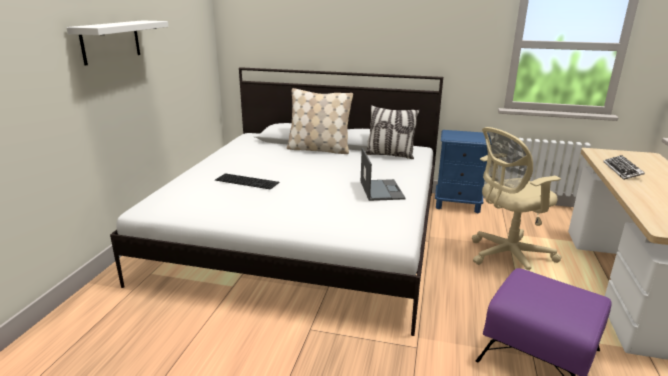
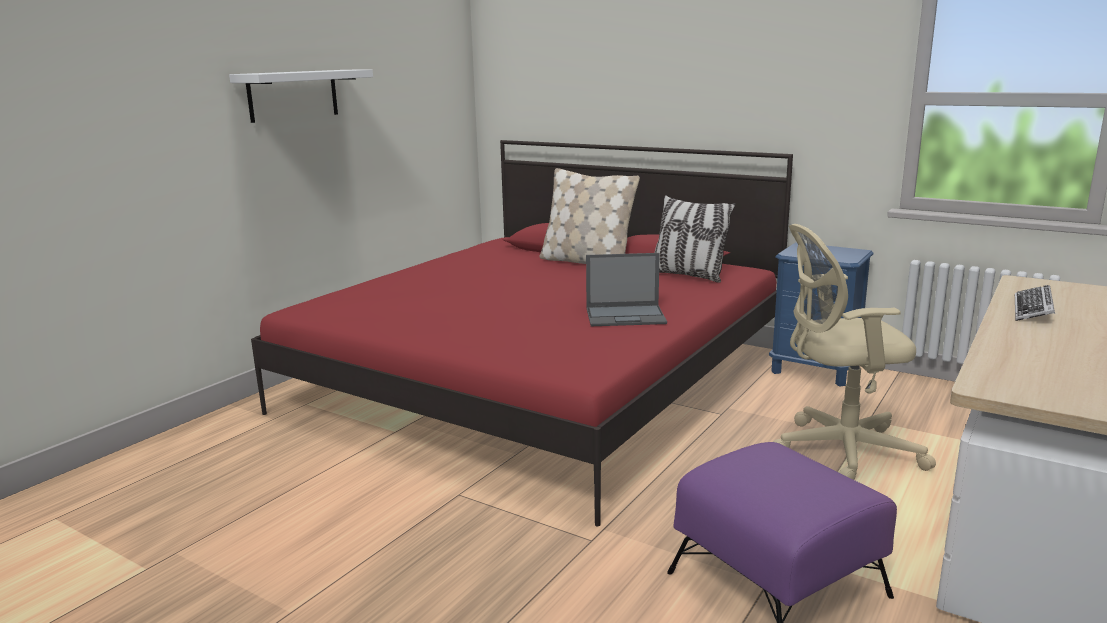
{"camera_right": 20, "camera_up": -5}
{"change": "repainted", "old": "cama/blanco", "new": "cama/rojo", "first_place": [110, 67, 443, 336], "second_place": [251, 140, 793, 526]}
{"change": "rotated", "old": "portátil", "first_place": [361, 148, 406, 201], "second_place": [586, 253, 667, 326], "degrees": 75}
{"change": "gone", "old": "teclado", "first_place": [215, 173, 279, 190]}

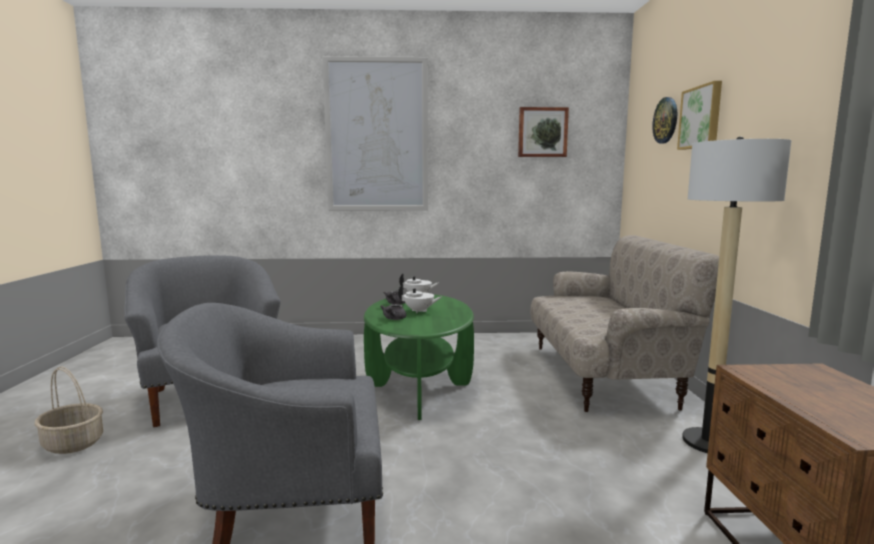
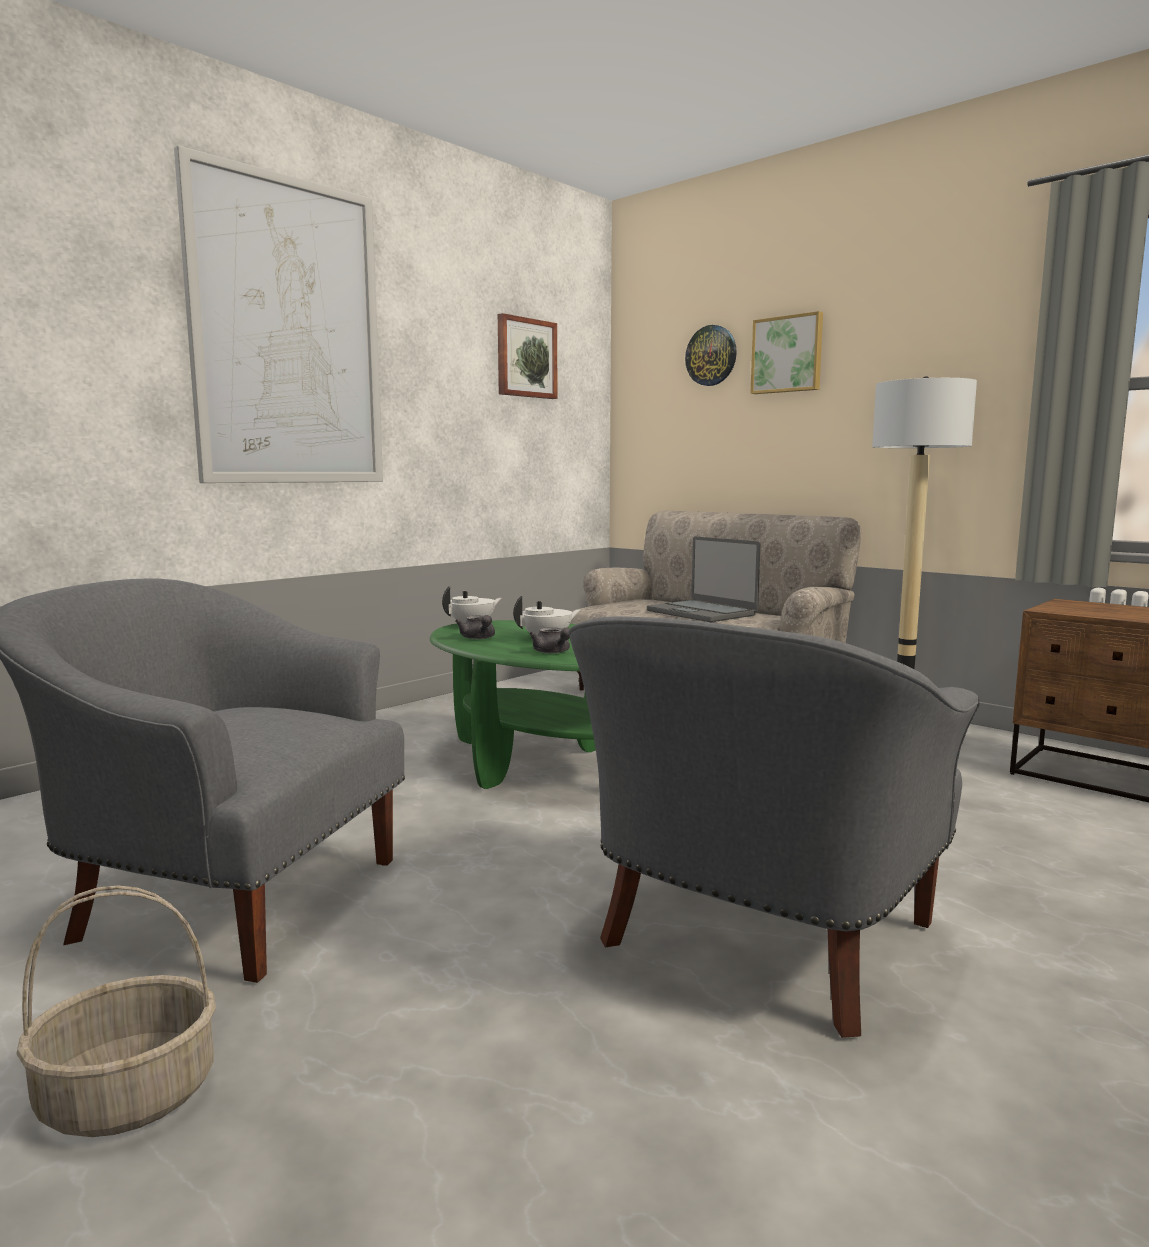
{"camera_right": -45, "camera_up": 0}
{"change": "new", "new": "portátil", "second_place": [647, 536, 760, 622]}

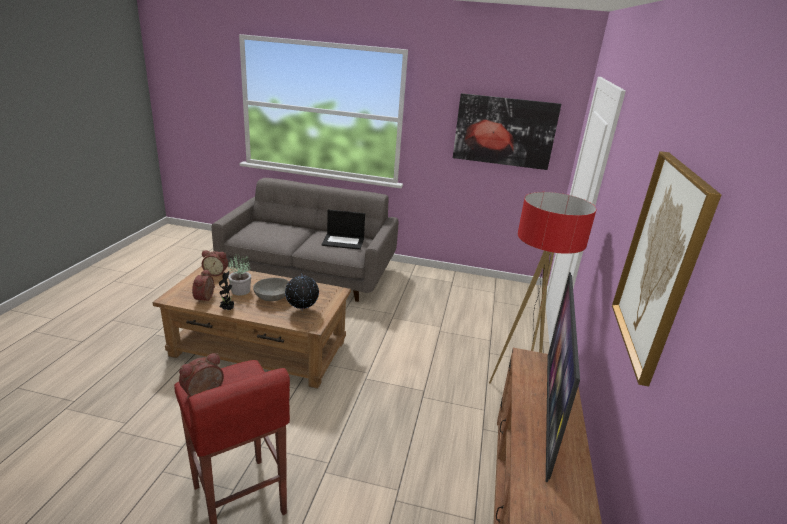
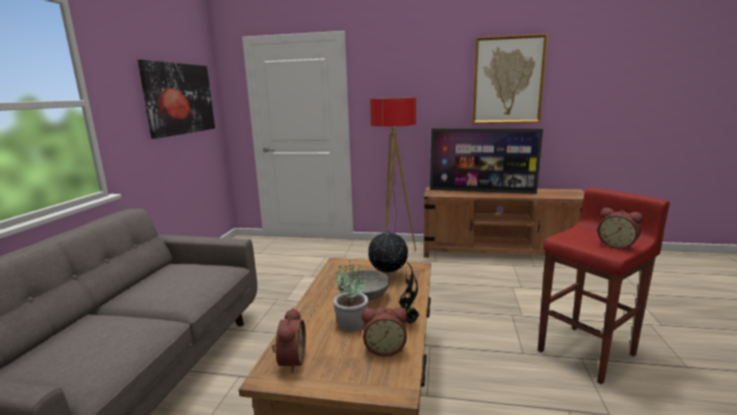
{"camera_right": -90, "camera_up": -10}
{"change": "gone", "old": "portátil", "first_place": [321, 210, 365, 250]}

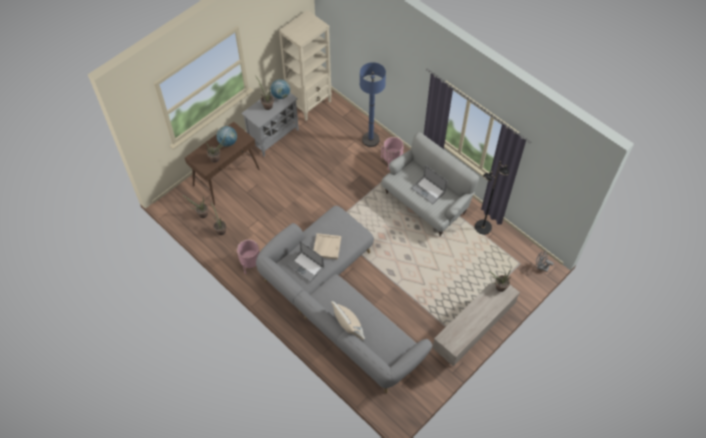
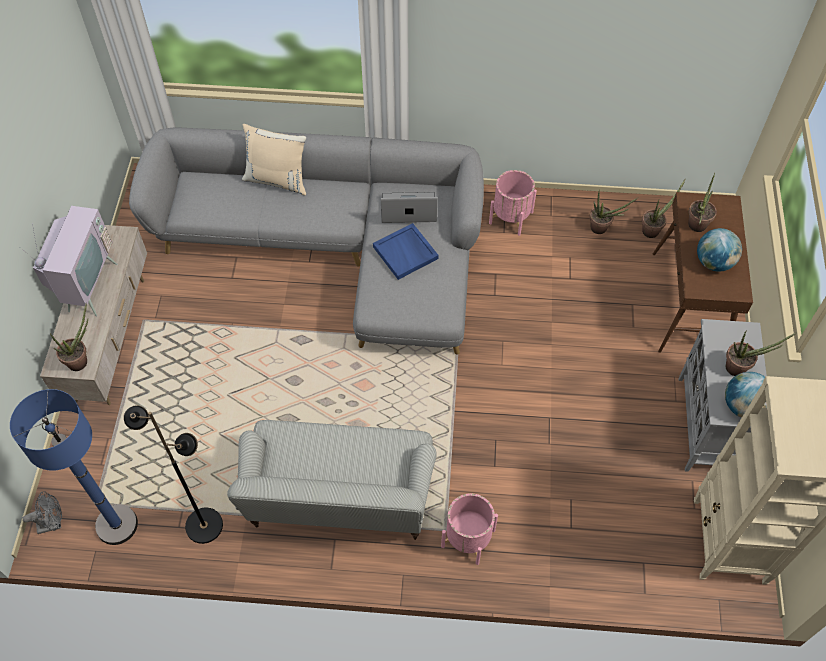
{"camera_right": 140, "camera_up": 0}
{"change": "shifted", "old": "lámpara de pie/azul", "first_place": [360, 62, 386, 147], "second_place": [10, 389, 138, 545]}
{"change": "new", "new": "televisor", "second_place": [20, 206, 117, 316]}
{"change": "repainted", "old": "bandeja/beis", "new": "bandeja/azul", "first_place": [314, 233, 341, 260], "second_place": [373, 223, 438, 280]}
{"change": "gone", "old": "portátil", "first_place": [411, 165, 448, 204]}

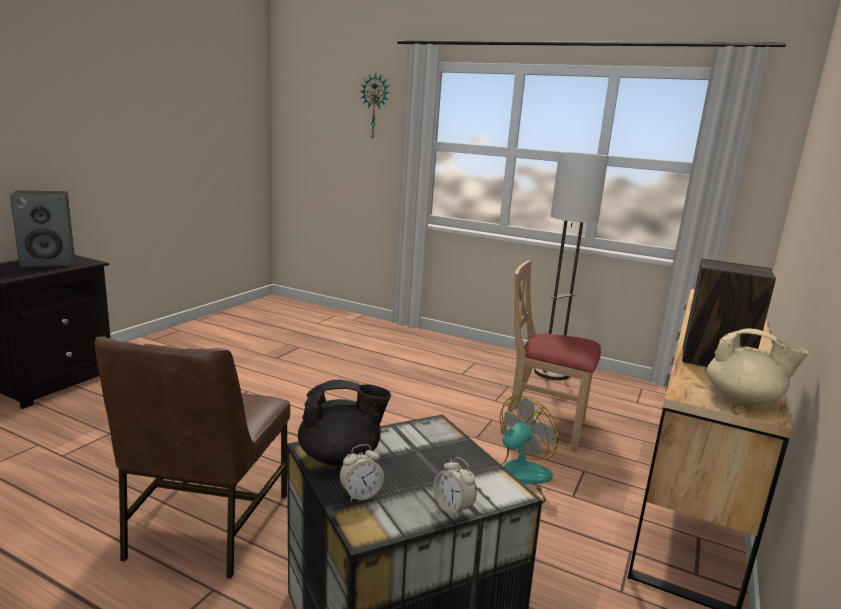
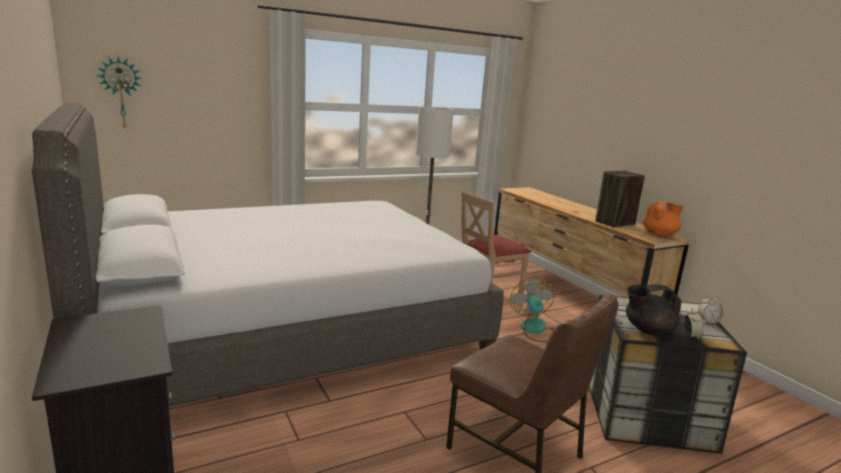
{"camera_right": -55, "camera_up": 0}
{"change": "new", "new": "cama/gris", "second_place": [32, 102, 504, 407]}
{"change": "shifted", "old": "reloj de pared", "first_place": [360, 73, 390, 140], "second_place": [98, 56, 142, 129]}
{"change": "rotated", "old": "tetera/negro", "first_place": [298, 379, 391, 466], "second_place": [626, 284, 682, 335], "degrees": -120}
{"change": "repainted", "old": "tetera/beis", "new": "tetera/naranja", "first_place": [707, 328, 809, 405], "second_place": [643, 201, 683, 237]}
{"change": "gone", "old": "altavoz", "first_place": [10, 190, 75, 268]}

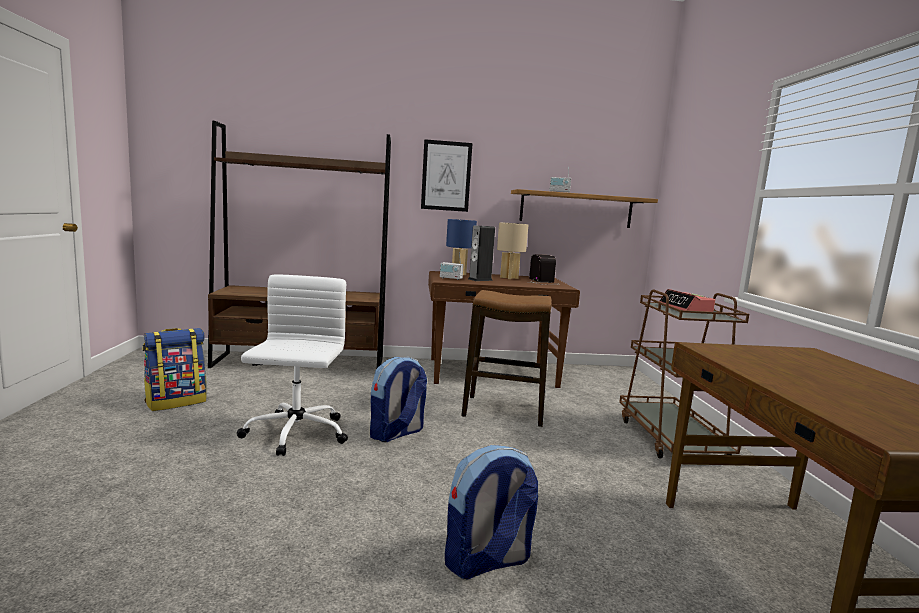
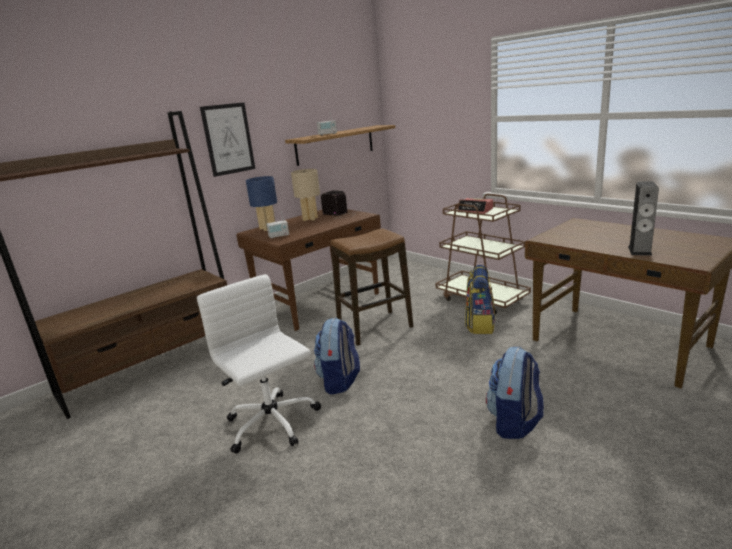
{"camera_right": -35, "camera_up": 10}
{"change": "shifted", "old": "mochila", "first_place": [142, 328, 206, 411], "second_place": [465, 265, 495, 334]}
{"change": "shifted", "old": "altavoz", "first_place": [468, 225, 495, 281], "second_place": [628, 181, 659, 256]}

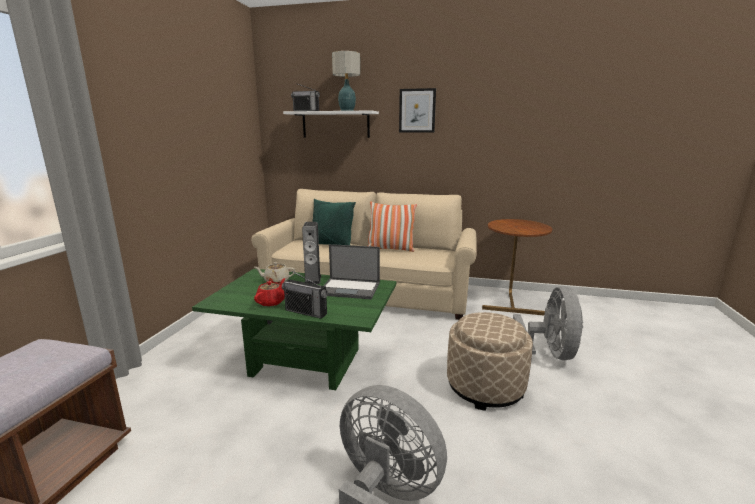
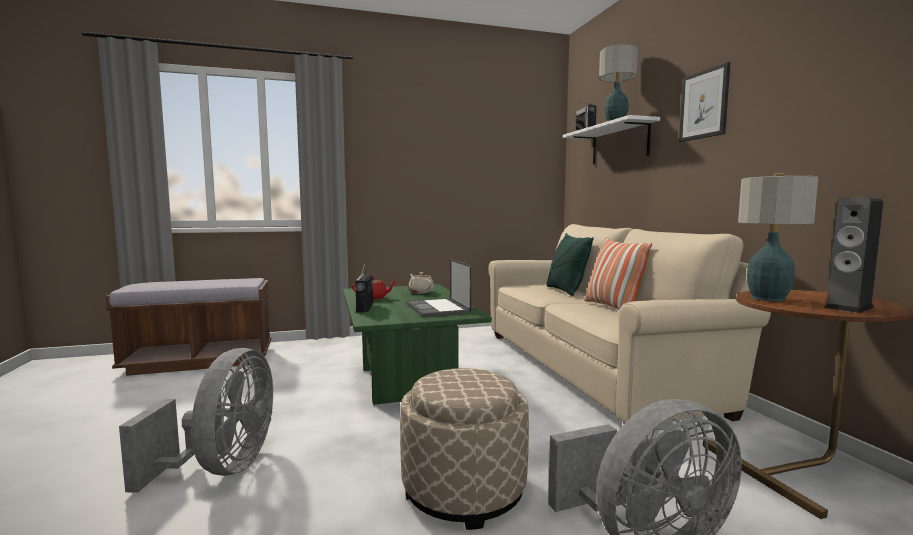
{"camera_right": 60, "camera_up": -10}
{"change": "new", "new": "lámpara de mesa", "second_place": [738, 173, 818, 301]}
{"change": "shifted", "old": "altavoz", "first_place": [302, 222, 321, 284], "second_place": [824, 198, 884, 313]}

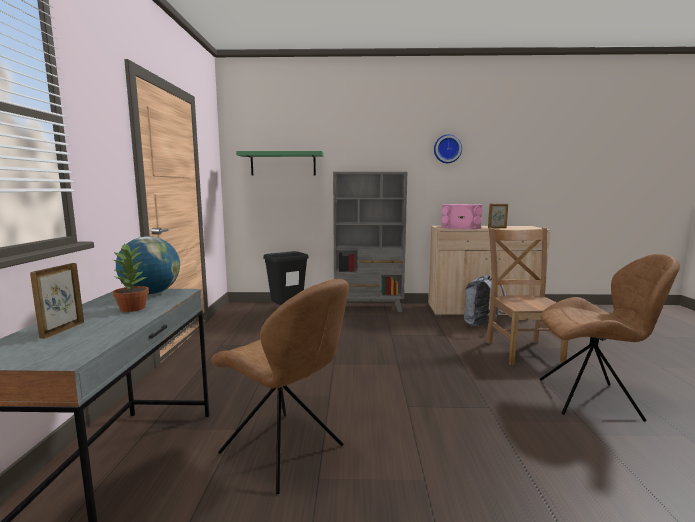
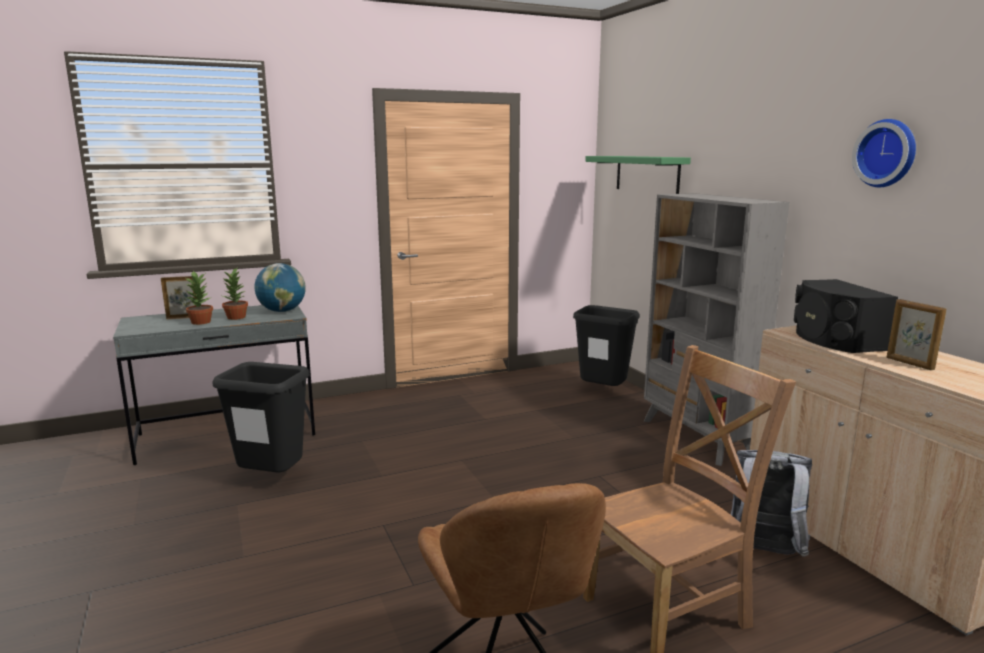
{"camera_right": 65, "camera_up": 5}
{"change": "new", "new": "planta en maceta", "second_place": [185, 271, 213, 325]}
{"change": "swapped", "old": "silla/marrón", "new": "papelera/negro", "first_place": [211, 279, 349, 494], "second_place": [212, 362, 309, 472]}
{"change": "repainted", "old": "altavoz/rosa", "new": "altavoz/negro", "first_place": [441, 204, 483, 229], "second_place": [794, 279, 898, 353]}

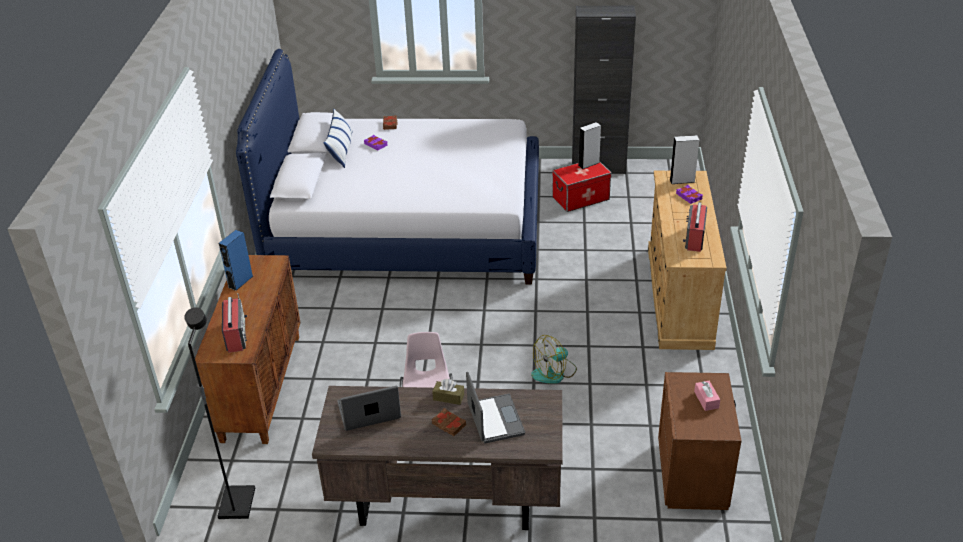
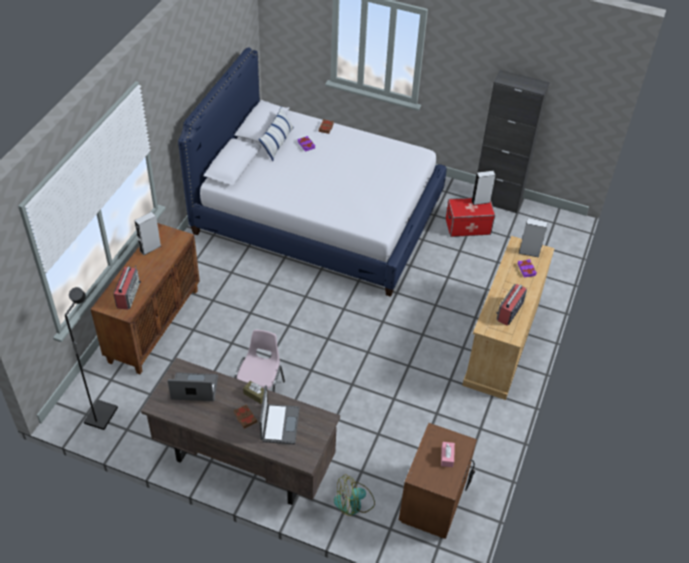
{"camera_right": 15, "camera_up": 10}
{"change": "repainted", "old": "altavoz/azul", "new": "altavoz/gris", "first_place": [218, 230, 253, 291], "second_place": [134, 212, 161, 255]}
{"change": "shifted", "old": "ventilador", "first_place": [531, 335, 577, 384], "second_place": [333, 475, 375, 516]}

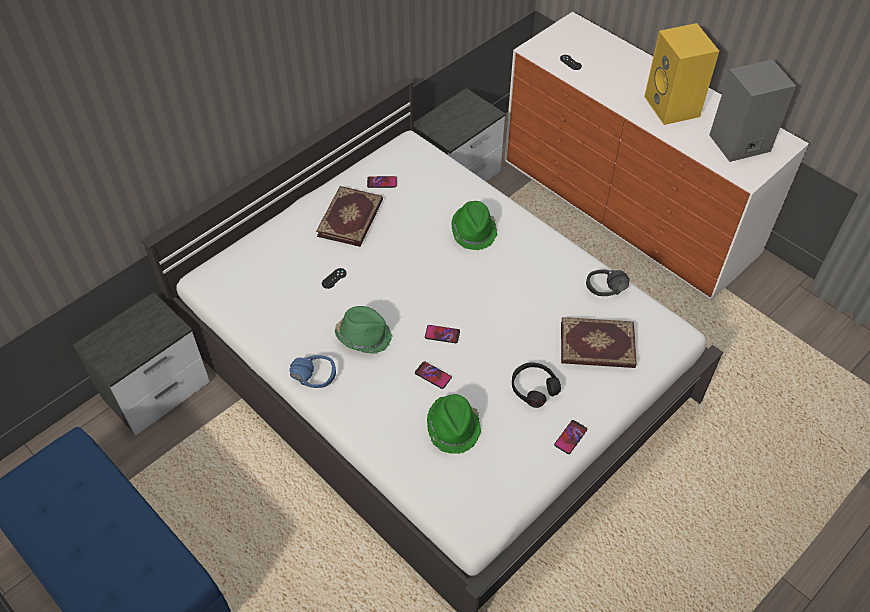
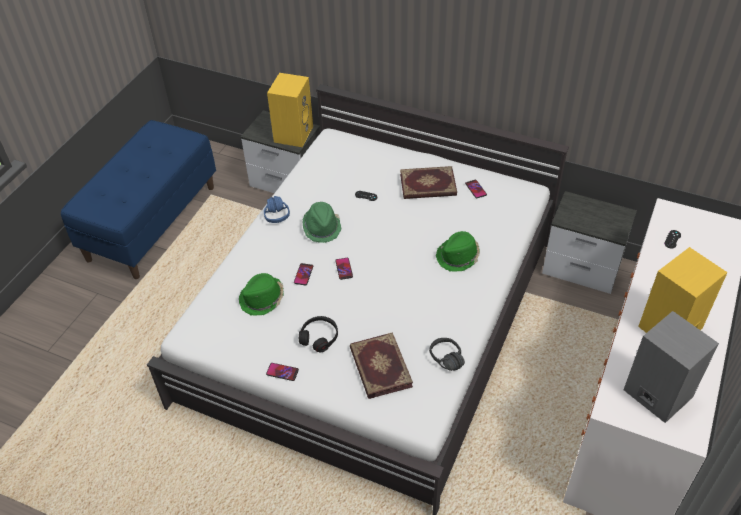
{"camera_right": 70, "camera_up": -5}
{"change": "new", "new": "altavoz/amarillo", "second_place": [267, 73, 313, 147]}

